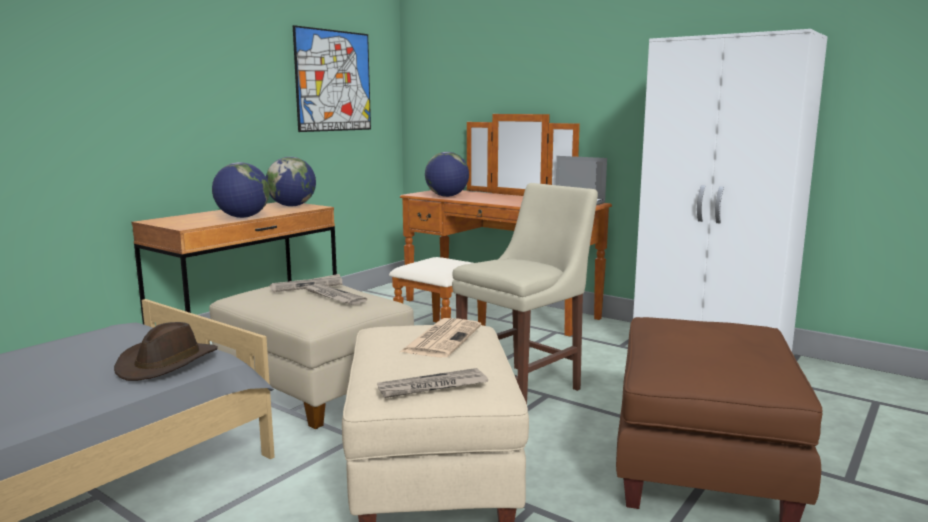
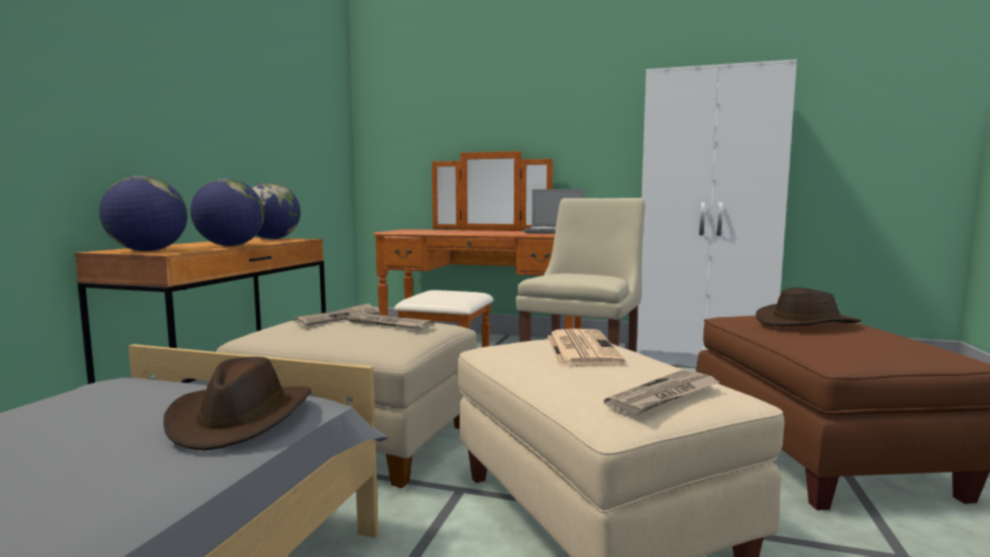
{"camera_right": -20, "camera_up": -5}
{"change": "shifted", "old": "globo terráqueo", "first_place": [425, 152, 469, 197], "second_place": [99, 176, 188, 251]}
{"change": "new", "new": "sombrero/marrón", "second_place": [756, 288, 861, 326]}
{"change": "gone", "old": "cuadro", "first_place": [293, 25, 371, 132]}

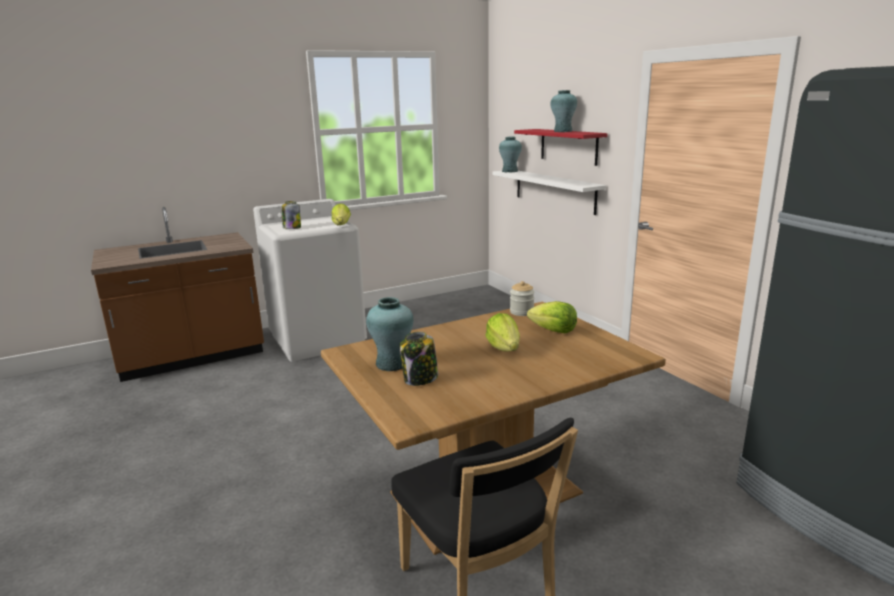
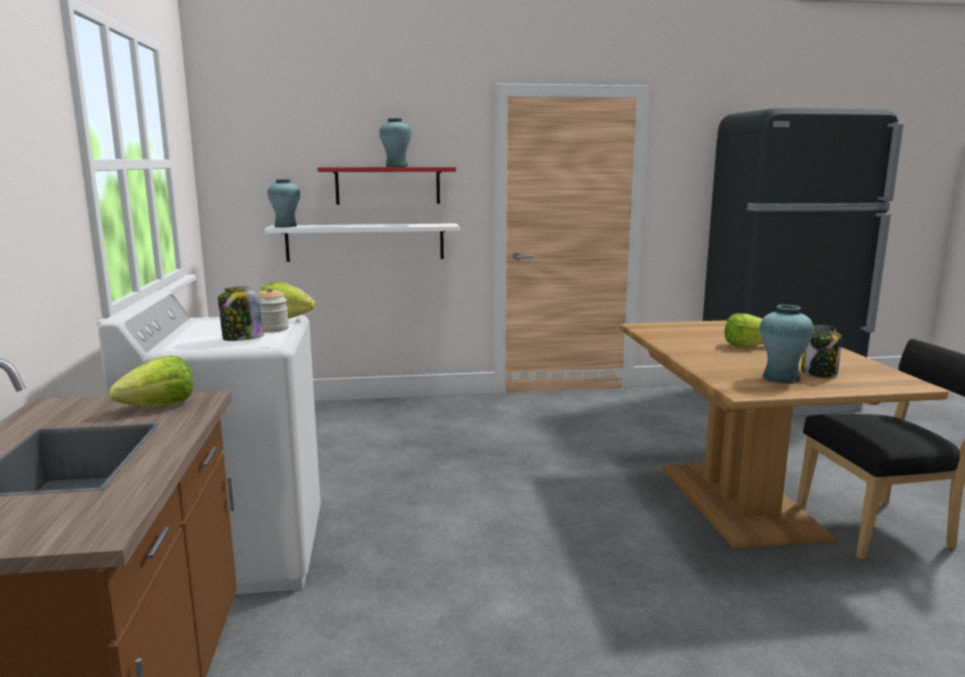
{"camera_right": -70, "camera_up": -5}
{"change": "shifted", "old": "lechuga", "first_place": [527, 301, 577, 333], "second_place": [109, 356, 193, 406]}
{"change": "shifted", "old": "tarro", "first_place": [510, 281, 535, 316], "second_place": [258, 286, 289, 333]}

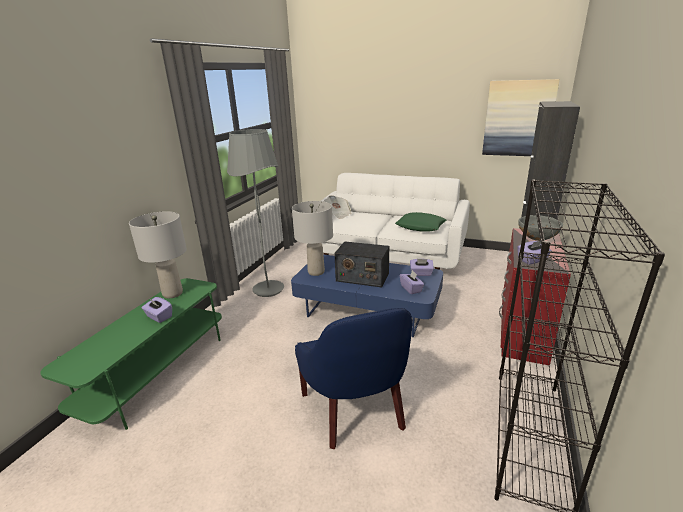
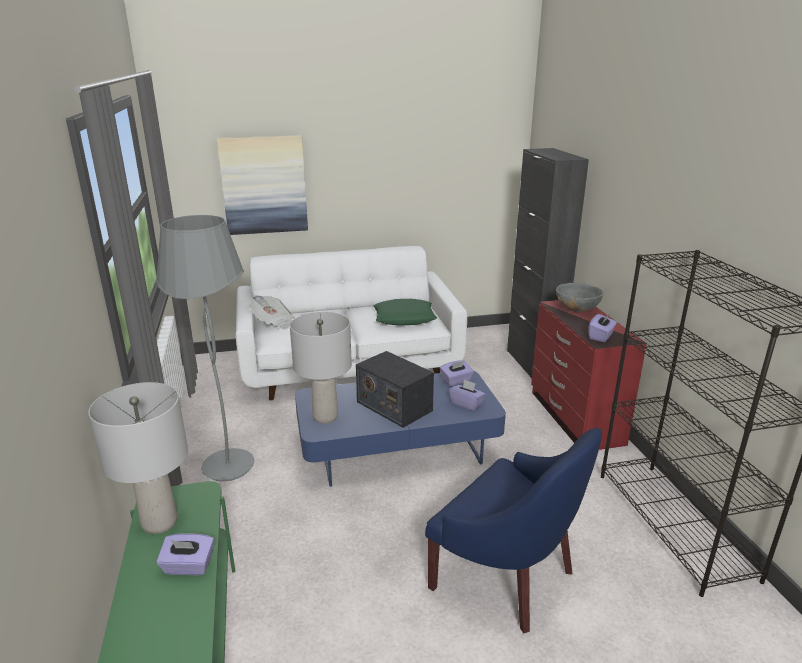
{"camera_right": -35, "camera_up": 0}
{"change": "shifted", "old": "cuadro", "first_place": [482, 79, 560, 156], "second_place": [217, 136, 308, 235]}
{"change": "rotated", "old": "radio", "first_place": [334, 241, 389, 287], "second_place": [356, 351, 434, 428], "degrees": 60}

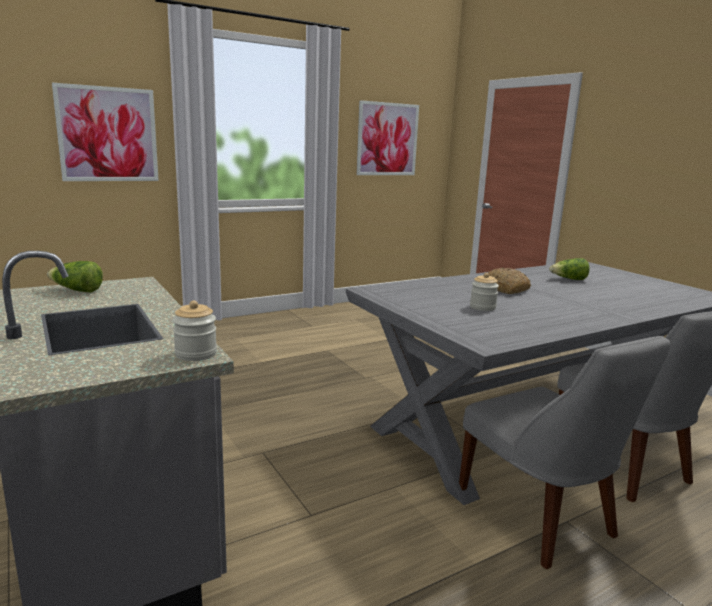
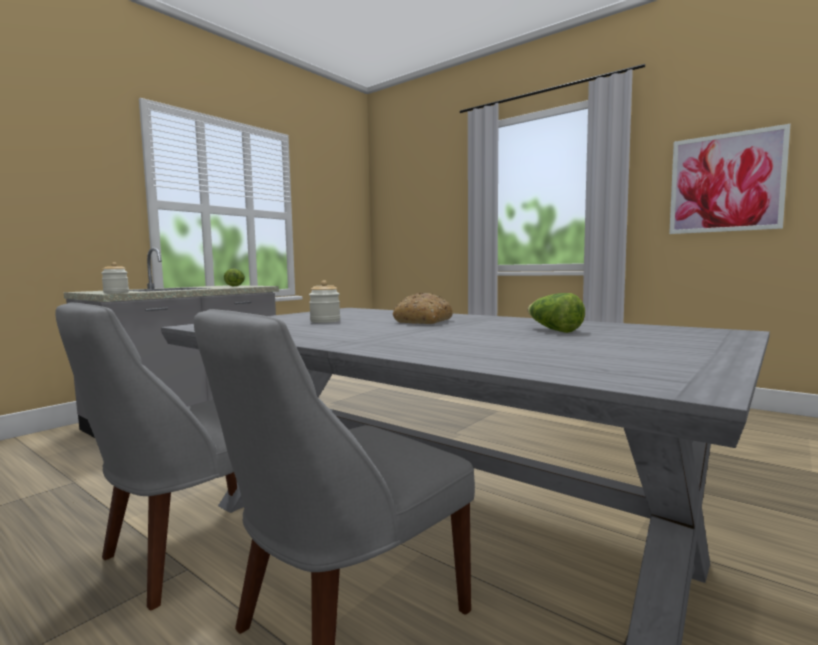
{"camera_right": 70, "camera_up": -10}
{"change": "gone", "old": "cuadro", "first_place": [52, 83, 159, 181]}

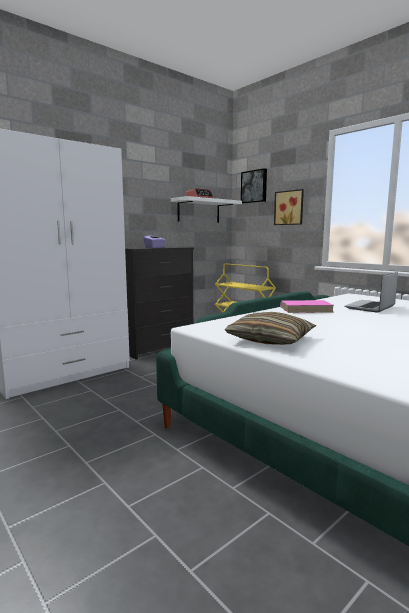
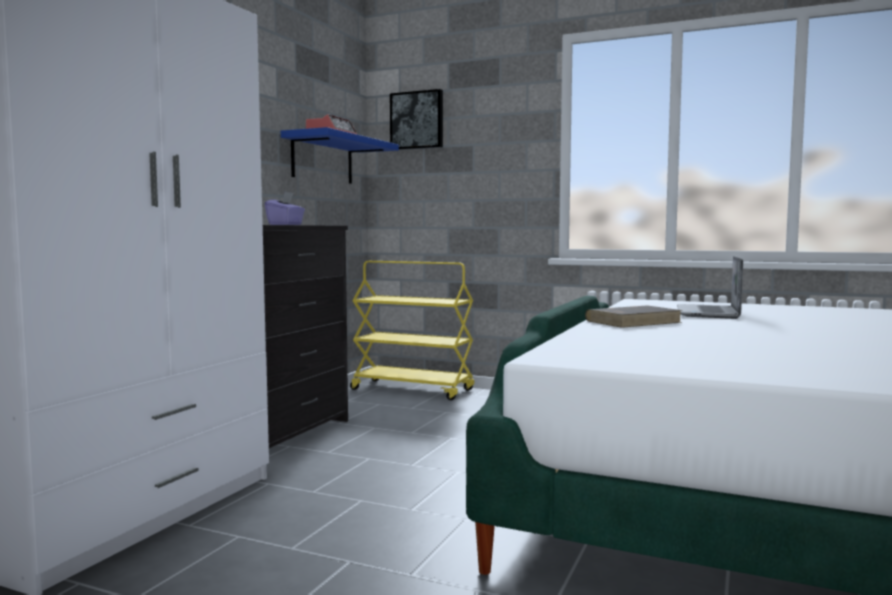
{"camera_right": -25, "camera_up": -5}
{"change": "repainted", "old": "estante/blanco", "new": "estante/azul", "first_place": [171, 196, 242, 223], "second_place": [281, 127, 399, 184]}
{"change": "repainted", "old": "libro/rosa", "new": "libro/marrón", "first_place": [280, 300, 333, 313], "second_place": [585, 305, 682, 328]}
{"change": "gone", "old": "cojín", "first_place": [225, 312, 316, 345]}
{"change": "gone", "old": "cuadro", "first_place": [274, 189, 304, 225]}

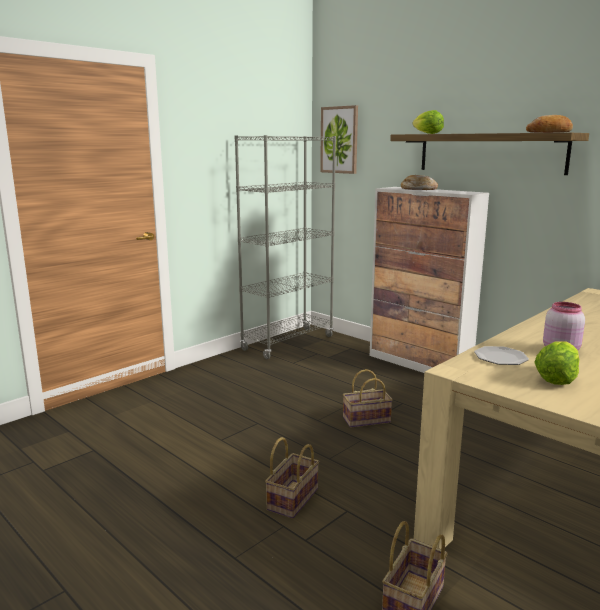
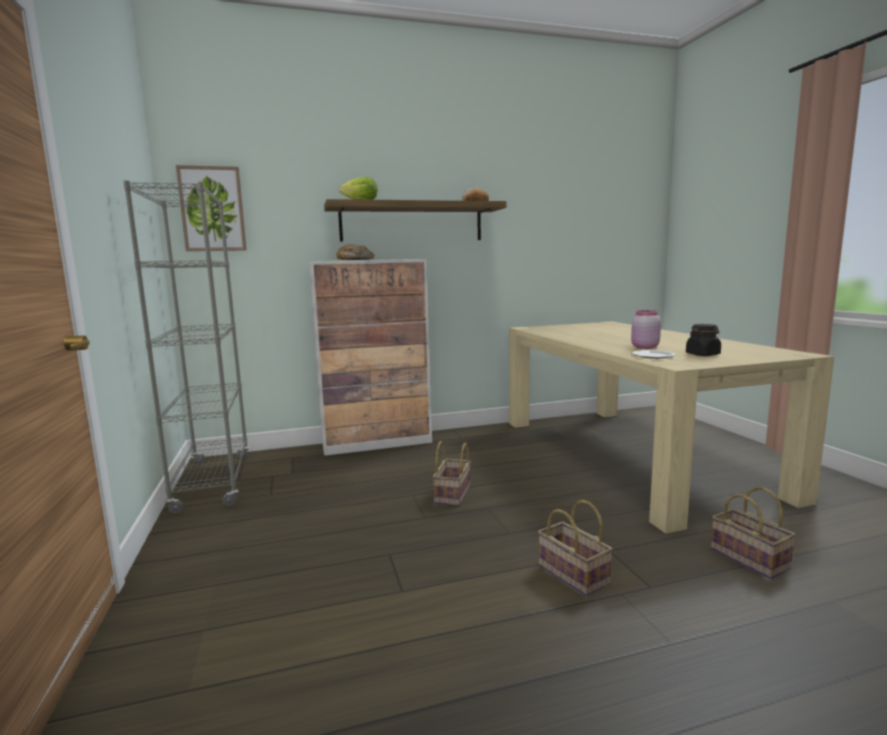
{"camera_right": -60, "camera_up": -5}
{"change": "swapped", "old": "lechuga", "new": "tarro/negro", "first_place": [534, 342, 579, 385], "second_place": [686, 324, 721, 356]}

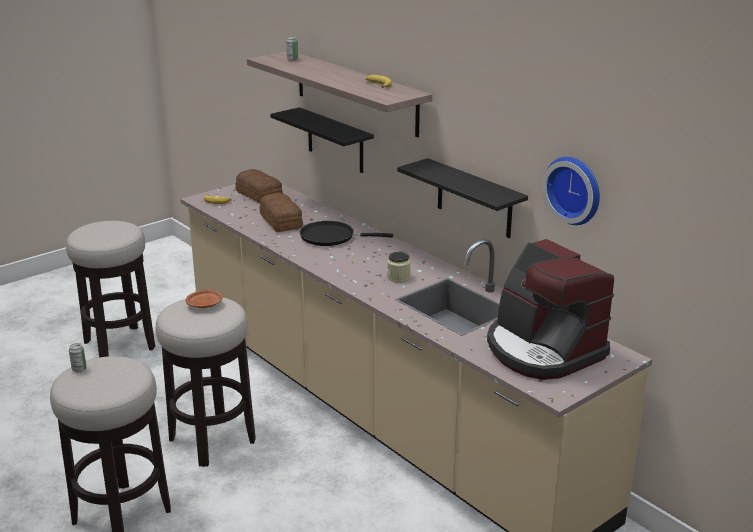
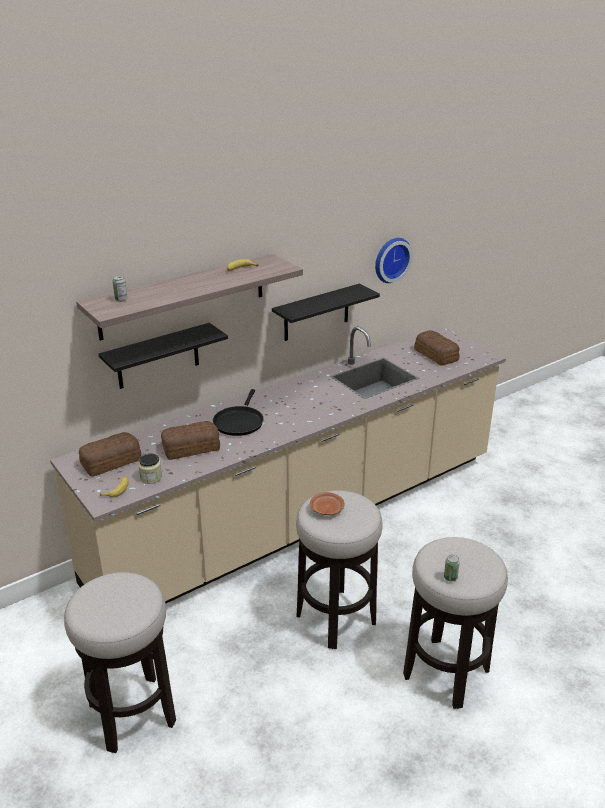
{"camera_right": -85, "camera_up": 5}
{"change": "shifted", "old": "tarro", "first_place": [387, 252, 411, 283], "second_place": [138, 453, 162, 484]}
{"change": "swapped", "old": "cafetera", "new": "pan", "first_place": [487, 239, 614, 380], "second_place": [414, 331, 460, 366]}

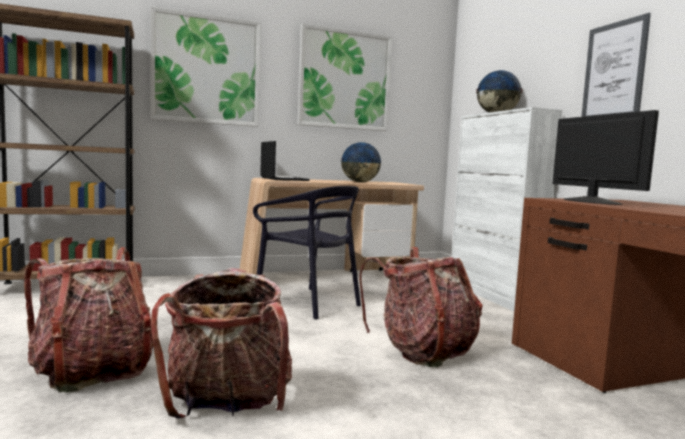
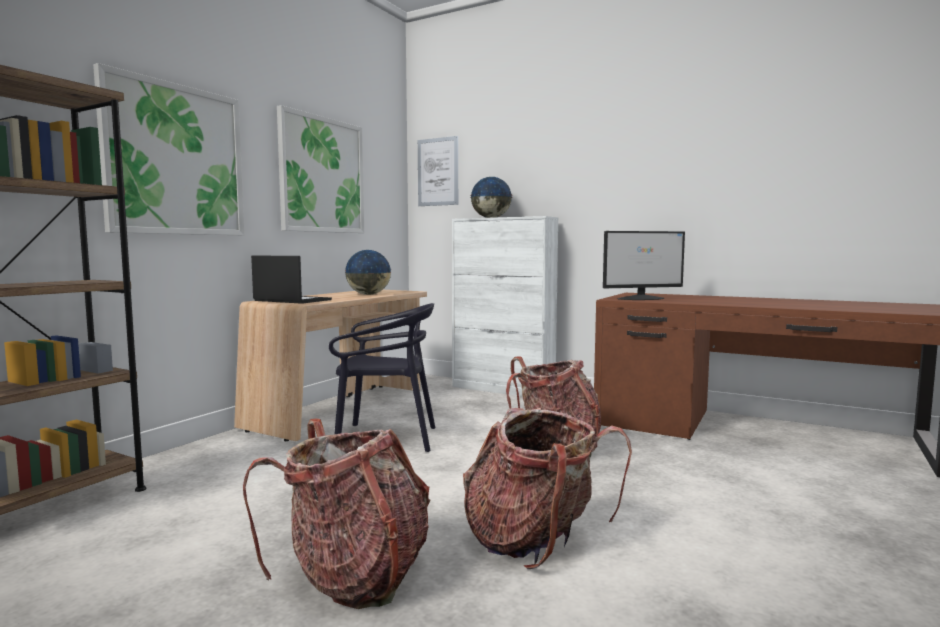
{"camera_right": -40, "camera_up": 0}
{"change": "shifted", "old": "cuadro", "first_place": [581, 13, 651, 117], "second_place": [418, 136, 458, 206]}
{"change": "rotated", "old": "monitor", "first_place": [552, 110, 659, 205], "second_place": [603, 231, 685, 300], "degrees": 135}

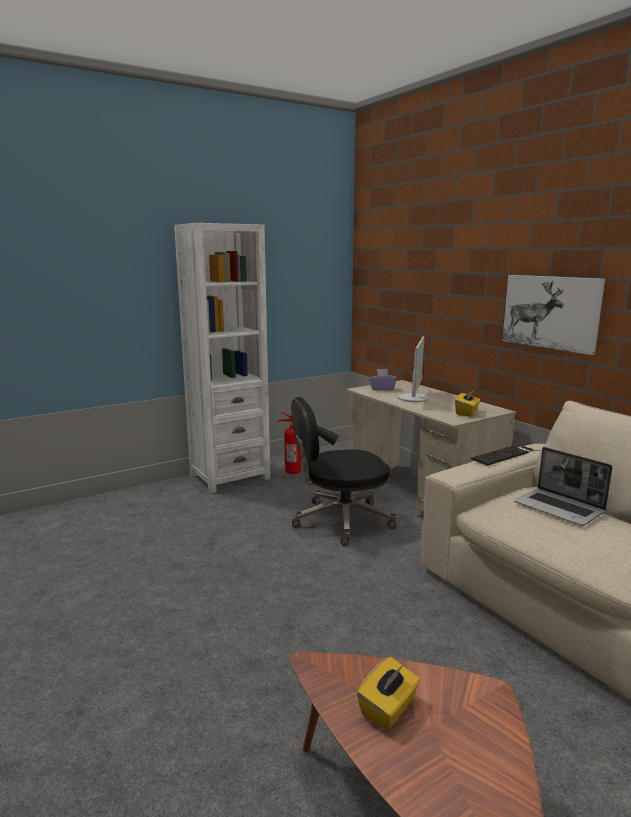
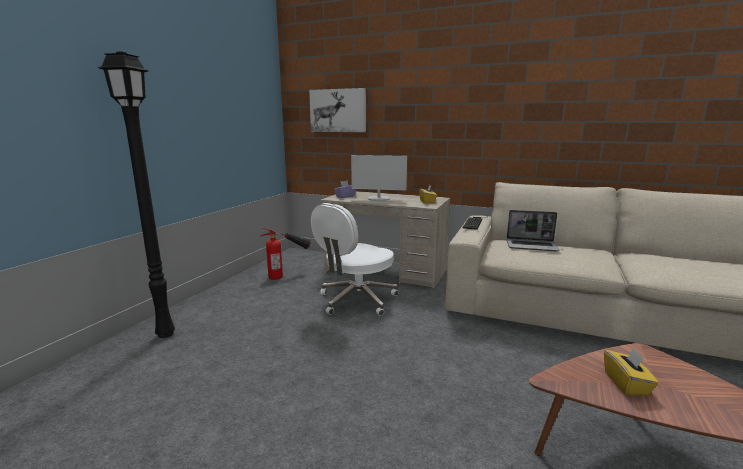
{"camera_right": -35, "camera_up": 0}
{"change": "new", "new": "lámpara de pie/negro", "second_place": [98, 51, 175, 338]}
{"change": "shifted", "old": "cuadro", "first_place": [502, 275, 605, 355], "second_place": [309, 88, 366, 132]}
{"change": "repainted", "old": "silla de oficina/negro", "new": "silla de oficina/blanco", "first_place": [291, 397, 396, 546], "second_place": [311, 203, 398, 316]}
{"change": "rotated", "old": "monitor", "first_place": [398, 336, 429, 402], "second_place": [351, 155, 407, 201], "degrees": 120}
{"change": "gone", "old": "estantería/blanco", "first_place": [174, 223, 270, 493]}

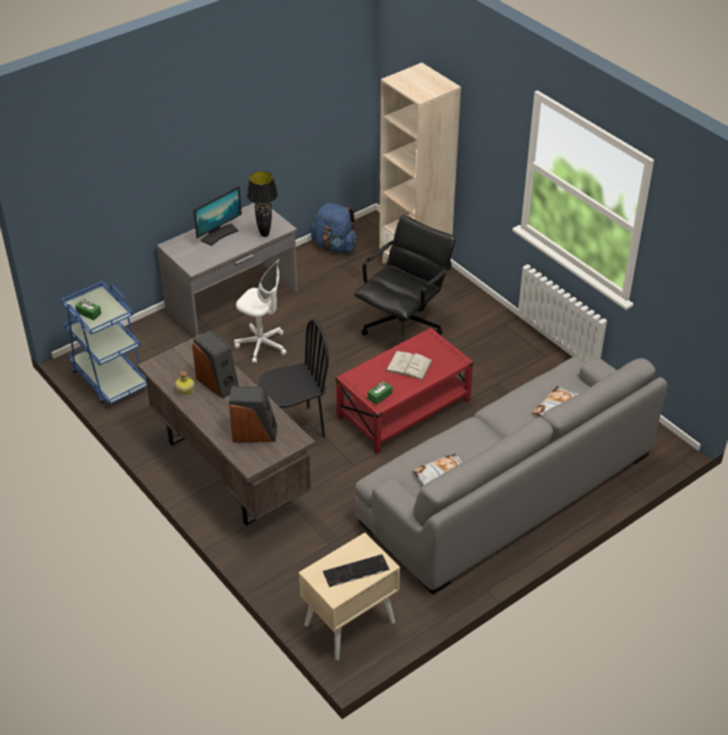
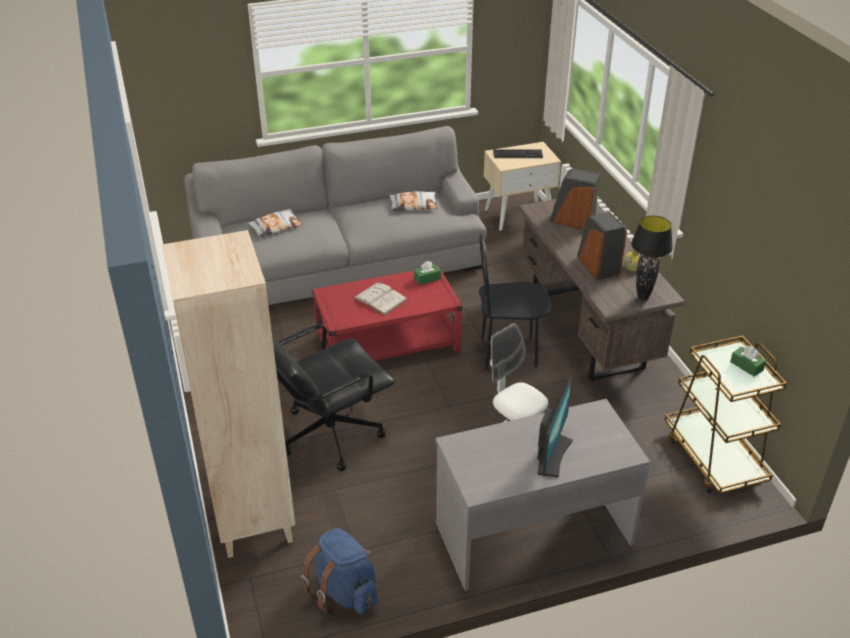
{"camera_right": -160, "camera_up": -5}
{"change": "rotated", "old": "monitor", "first_place": [193, 186, 242, 246], "second_place": [537, 376, 572, 478], "degrees": 135}
{"change": "shifted", "old": "lámpara de mesa/negro", "first_place": [246, 171, 278, 237], "second_place": [631, 216, 673, 301]}
{"change": "repainted", "old": "carrito/azul", "new": "carrito/marrón", "first_place": [61, 281, 147, 404], "second_place": [665, 336, 787, 494]}

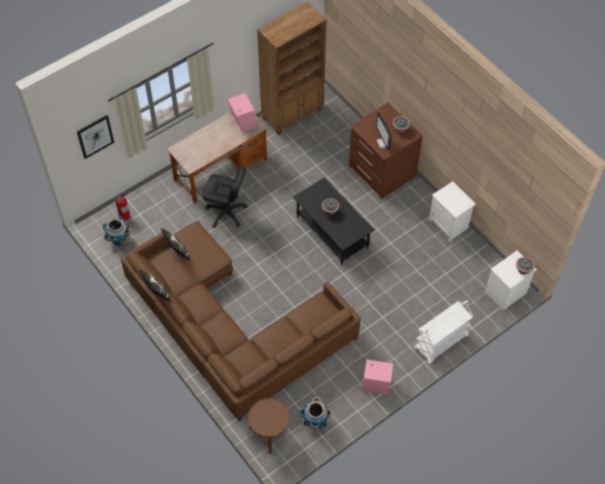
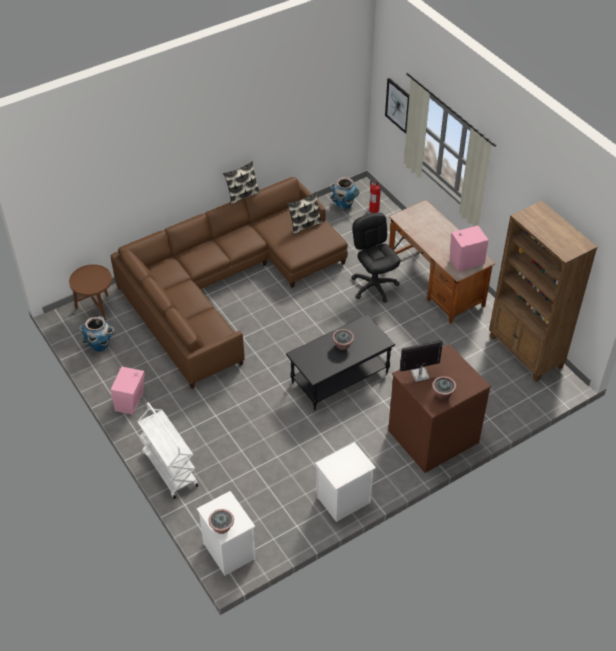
{"camera_right": 95, "camera_up": -10}
{"change": "rotated", "old": "silla de oficina/negro", "first_place": [203, 166, 248, 228], "second_place": [351, 212, 400, 303], "degrees": 135}

